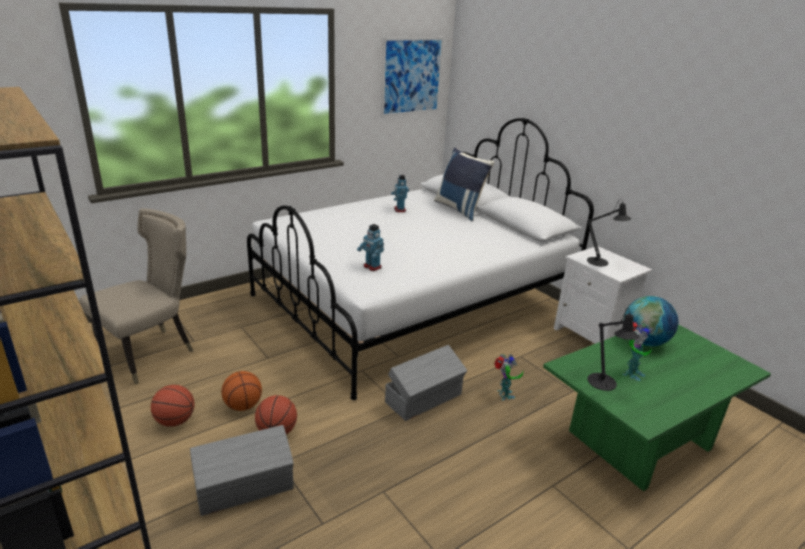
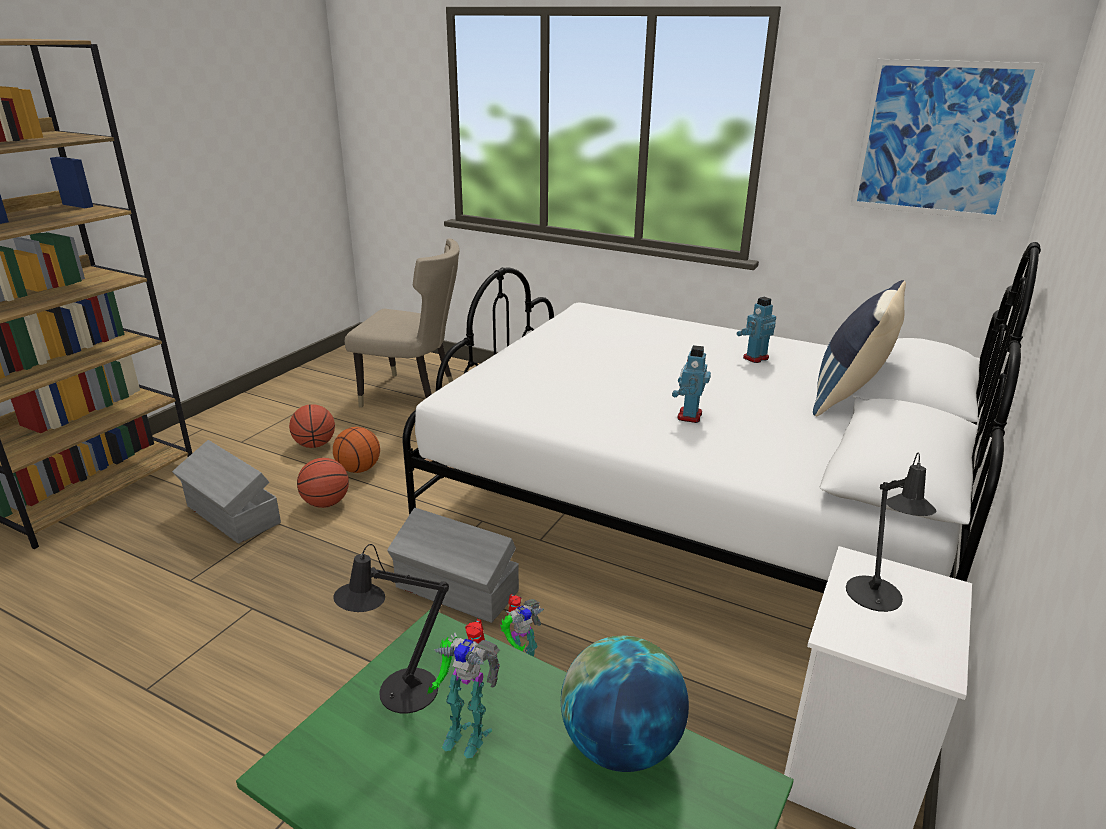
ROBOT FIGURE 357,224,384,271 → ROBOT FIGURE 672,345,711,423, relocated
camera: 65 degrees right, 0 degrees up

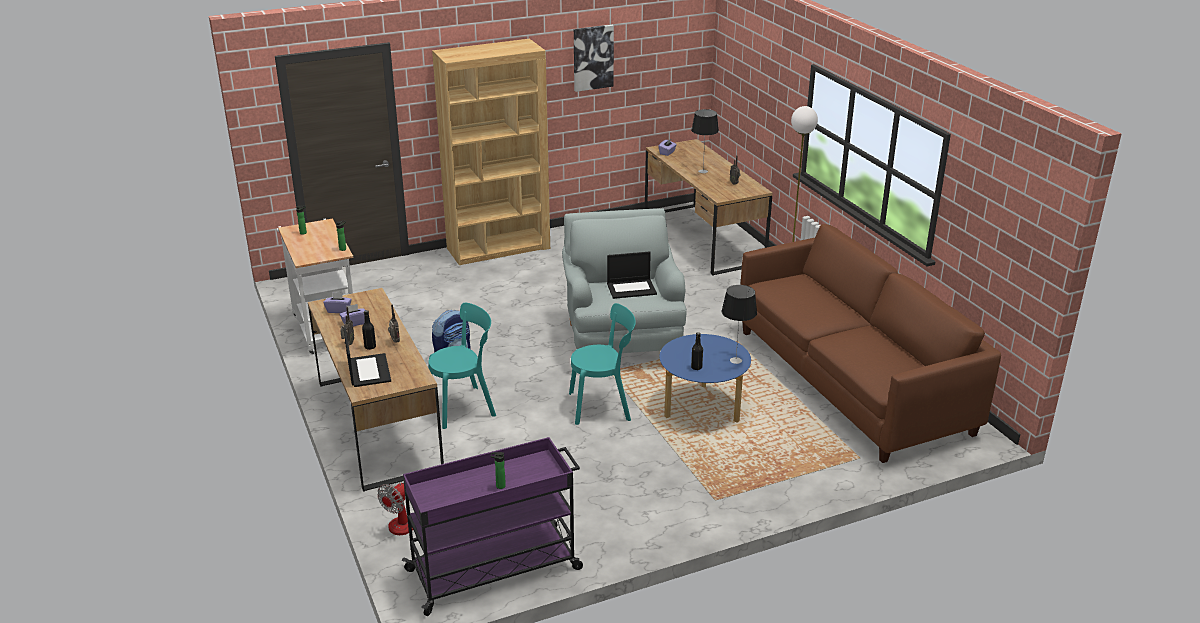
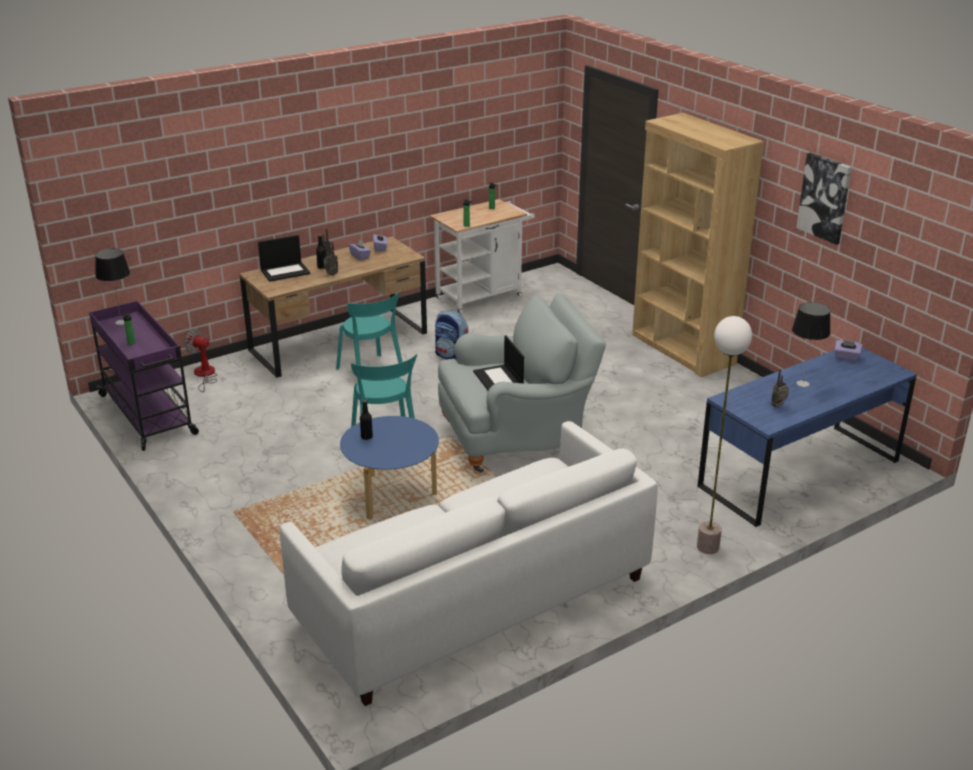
TABLE LAMP 722,285,757,364 → TABLE LAMP 95,248,130,325, relocated
BROWN DESK UNIT 645,139,773,276 → BLUISH DESK UNIT 697,347,917,527
BROWN SOFA 740,224,1001,463 → WHITISH SOFA 280,421,658,706
camera: 80 degrees right, 0 degrees up

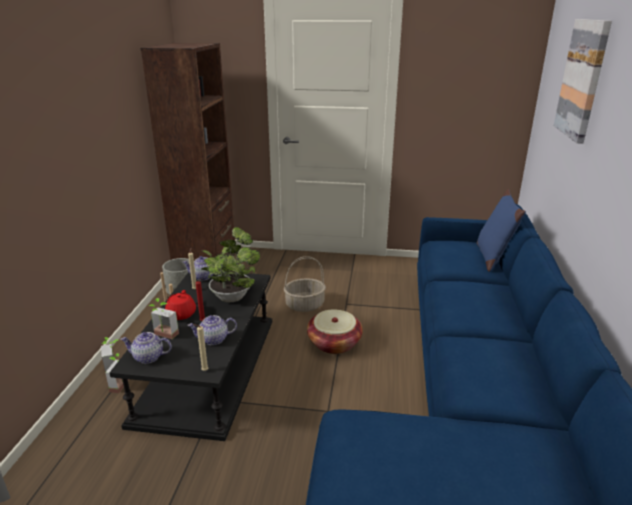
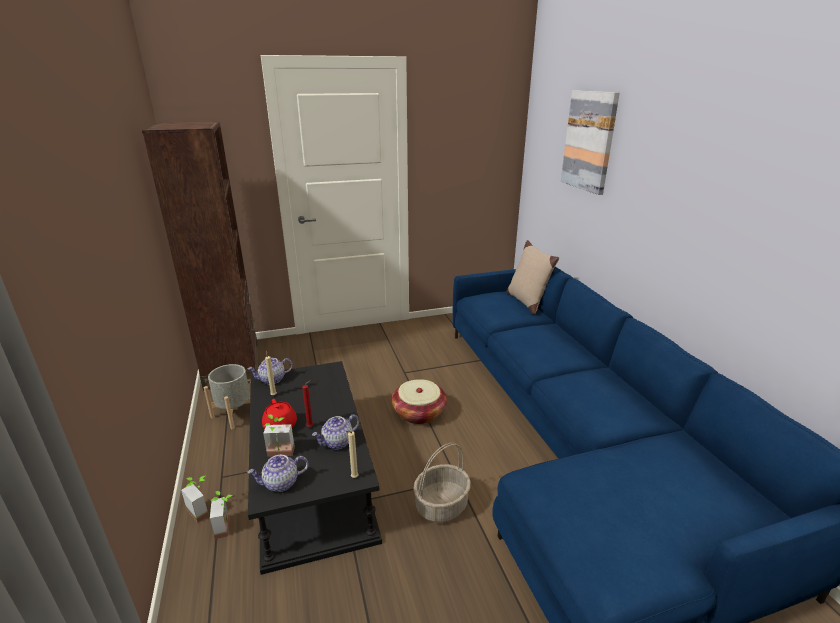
PLANT IN A POT 201,227,260,302 → -
BASKET 284,256,326,312 → BASKET 413,443,471,522, relocated
BLUISH THROW PILLOW 477,189,526,272 → BEIGE-COLOURED THROW PILLOW 507,240,559,315
camera: 25 degrees left, 0 degrees up

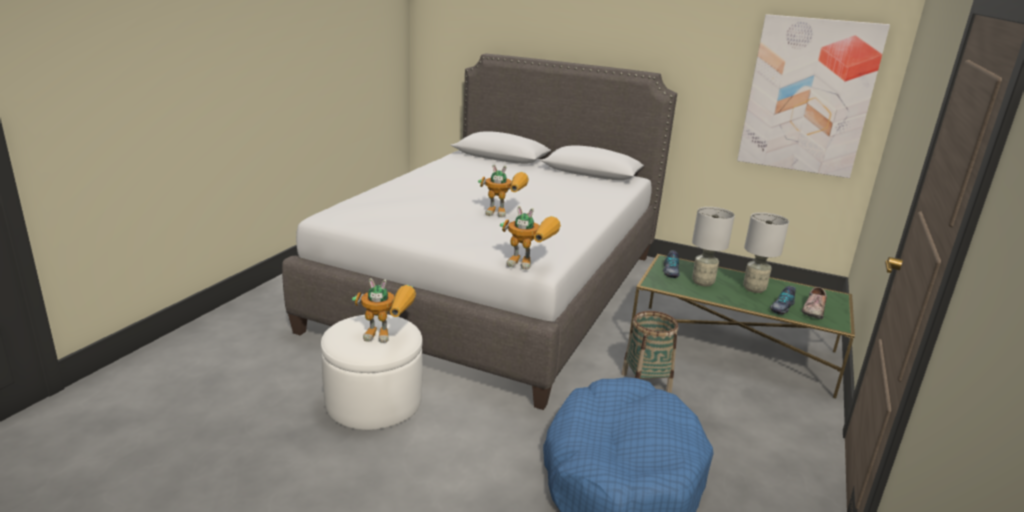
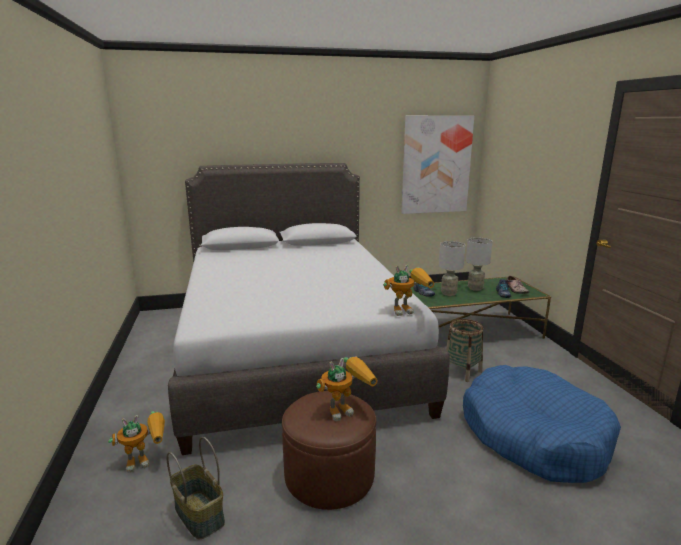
- → BASKET 167,437,225,539
ROBOT FIGURE 478,165,529,217 → ROBOT FIGURE 108,411,165,473, relocated
WHITISH POUFFE 321,314,423,430 → BROWN POUFFE 282,391,376,510
camera: 35 degrees left, 5 degrees down

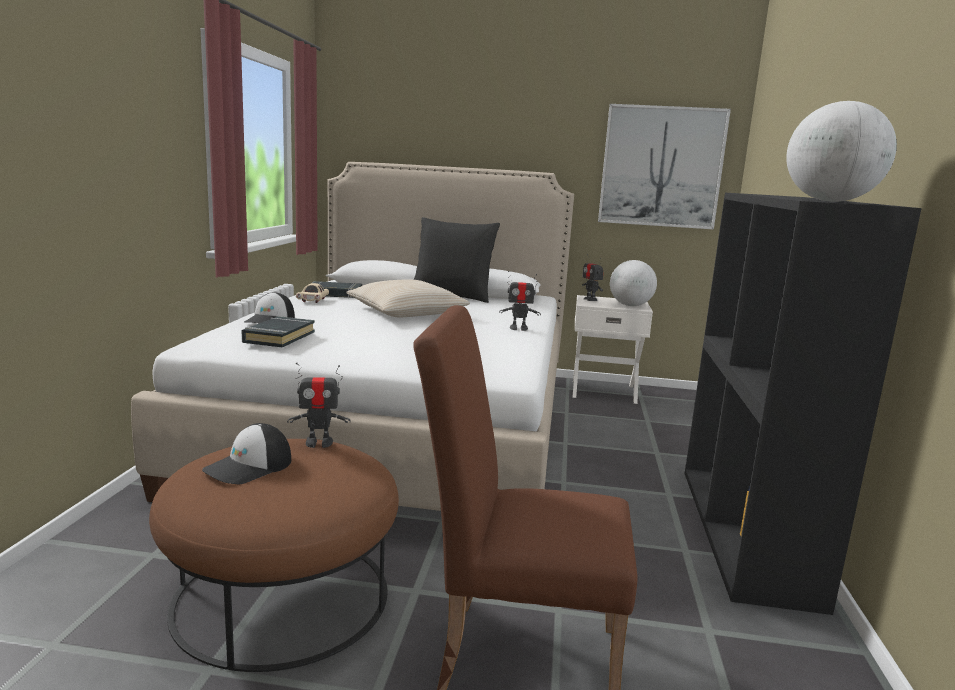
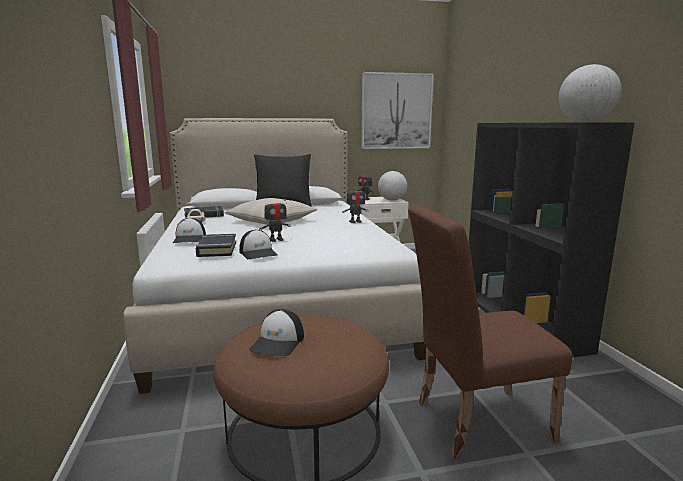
- → BASEBALL CAP 239,230,278,259
ROBOT FIGURE 287,362,351,448 → ROBOT FIGURE 259,196,291,242, relocated
camera: 20 degrees left, 0 degrees up

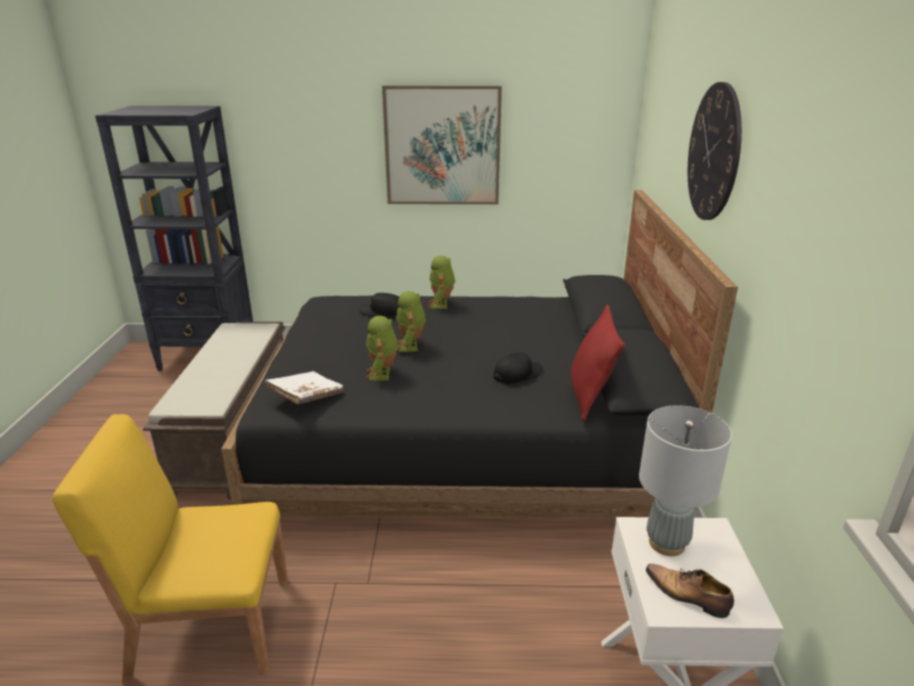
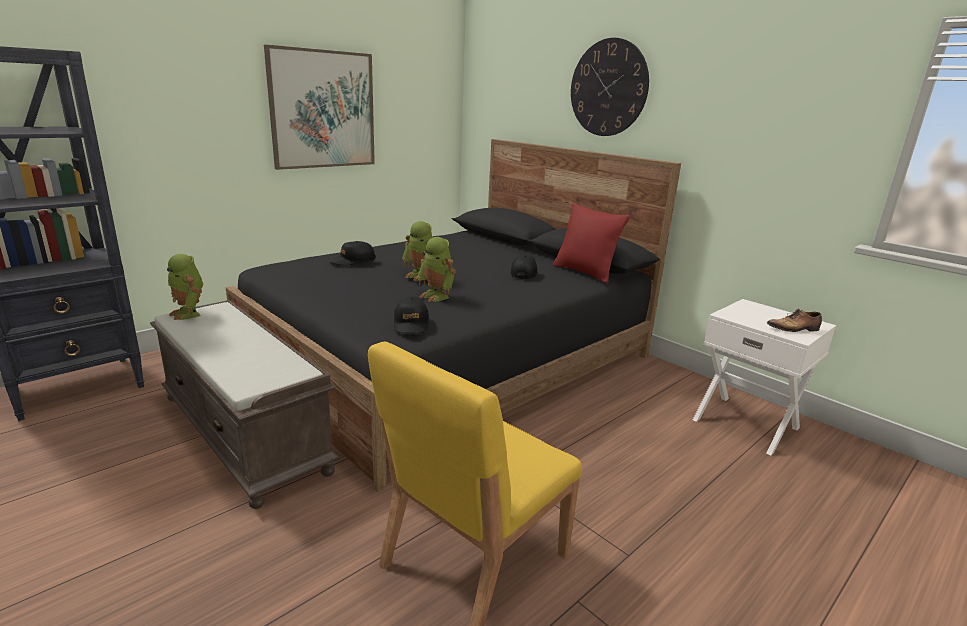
GREY TABLE LAMP 639,405,732,556 → -
ROBOT FIGURE 428,255,455,309 → ROBOT FIGURE 167,254,203,320, relocated
WHITISH BOUND BOOK 265,371,344,404 → BLACK-COLOURED BASEBALL CAP 394,297,429,333
camera: 45 degrees left, 5 degrees down

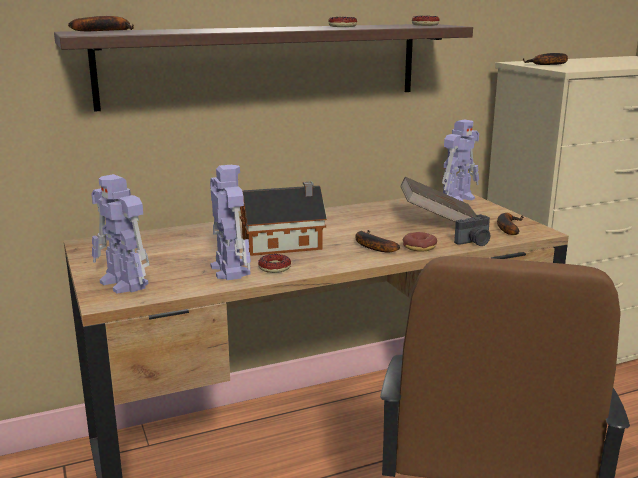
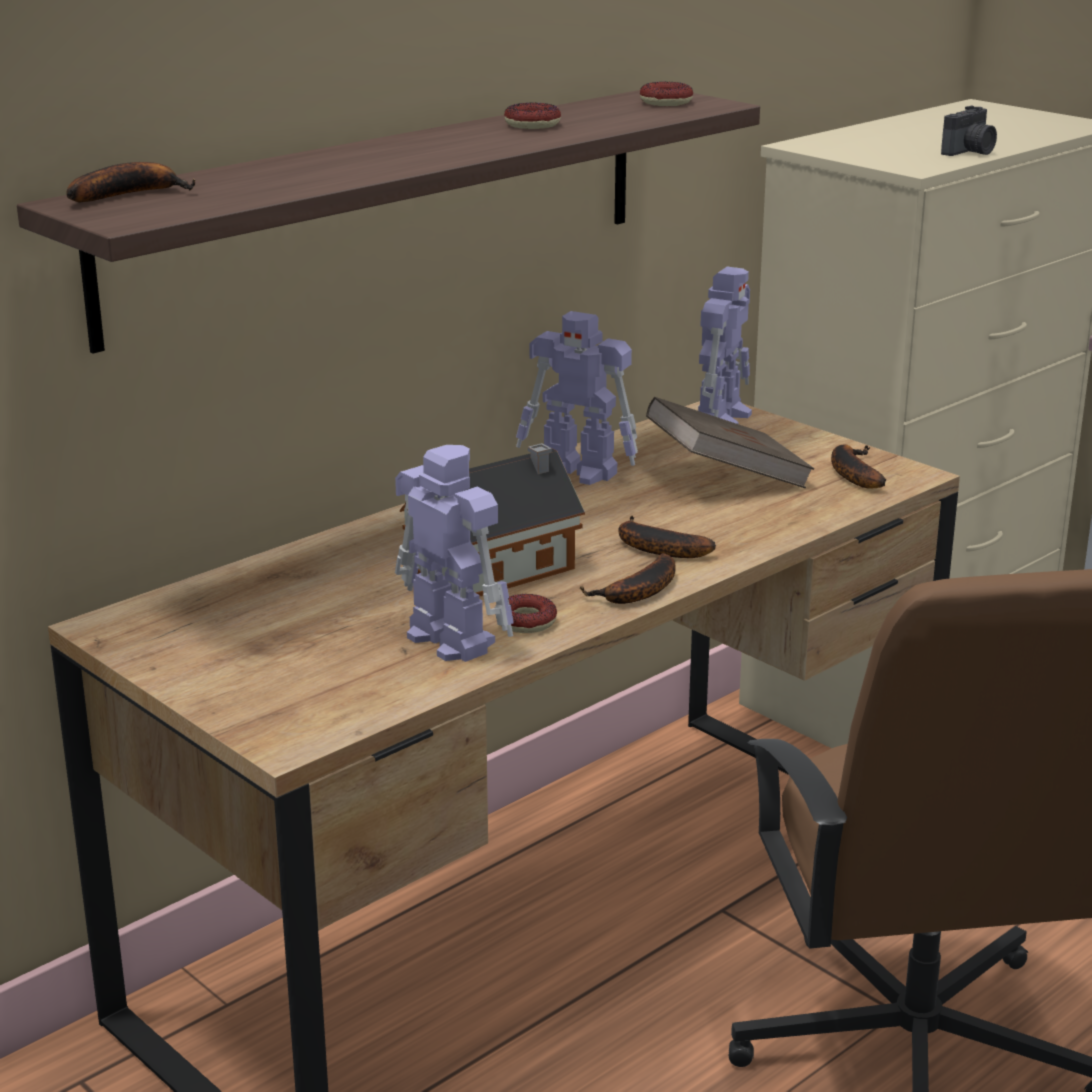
DONUT 403,232,437,252 → -
ROBOT FIGURE 91,174,150,293 → ROBOT FIGURE 516,311,638,485, relocated
PHOTO CAMERA 454,214,490,246 → PHOTO CAMERA 941,105,997,156, relocated
WHOLE BANANA 523,53,568,65 → WHOLE BANANA 580,553,676,604, relocated
camera: 20 degrees left, 5 degrees up

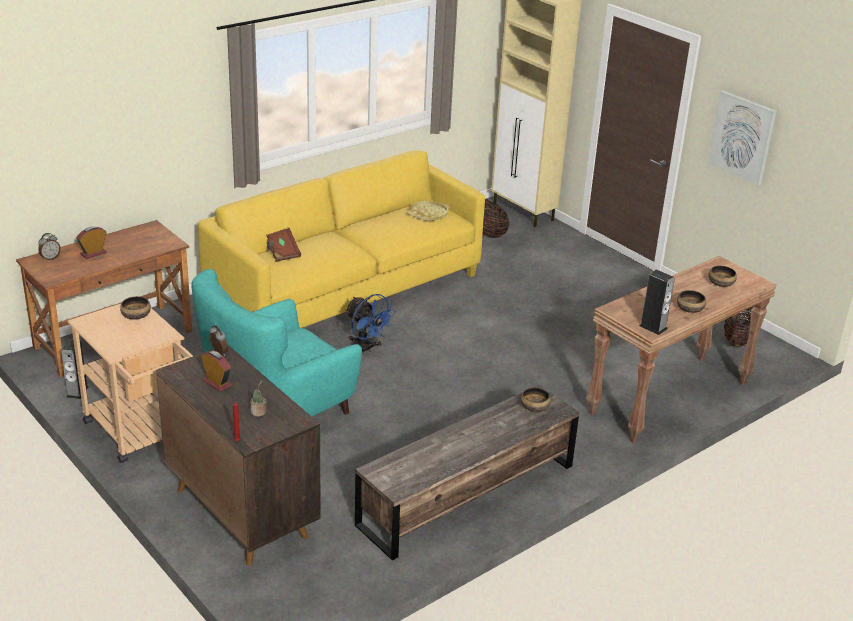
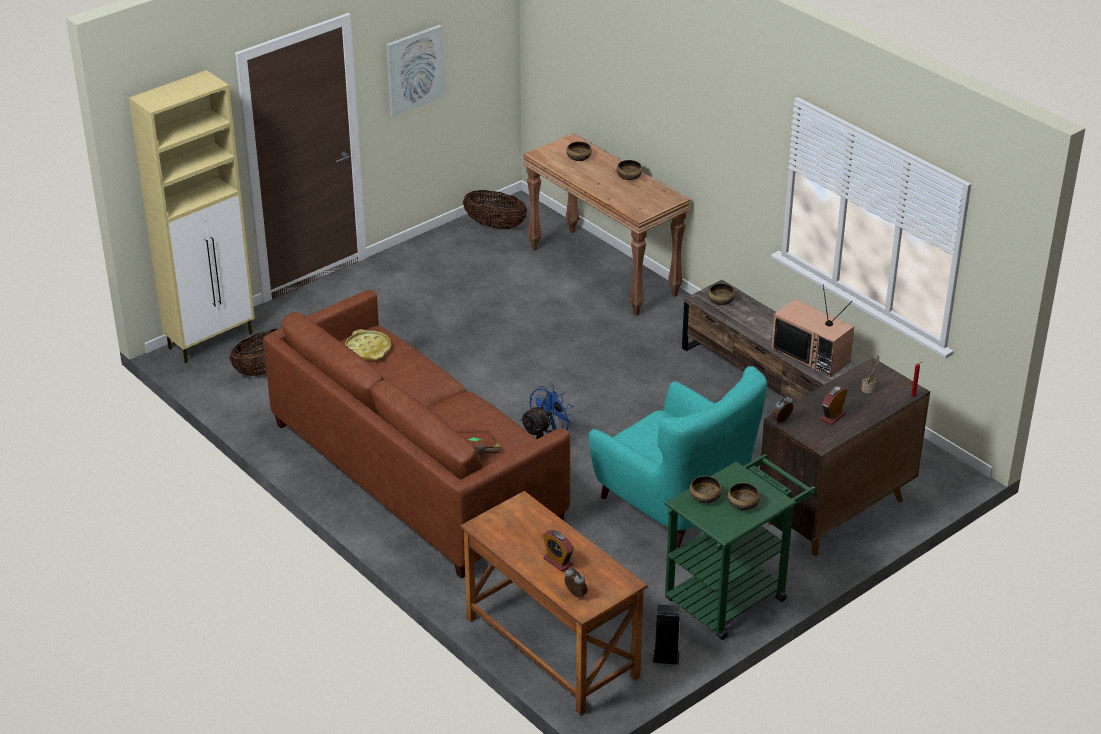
LOUDSPEAKER 639,270,675,335 → -
- → BOWL 728,483,760,510
- → TV SET 771,284,854,377
BEIGE-COLOURED TROLLEY 67,304,193,463 → GREEN TROLLEY 665,454,816,640
YELLOW SOFA 198,151,485,328 → BROWN SOFA 263,290,570,579
camera: 90 degrees left, 5 degrees up

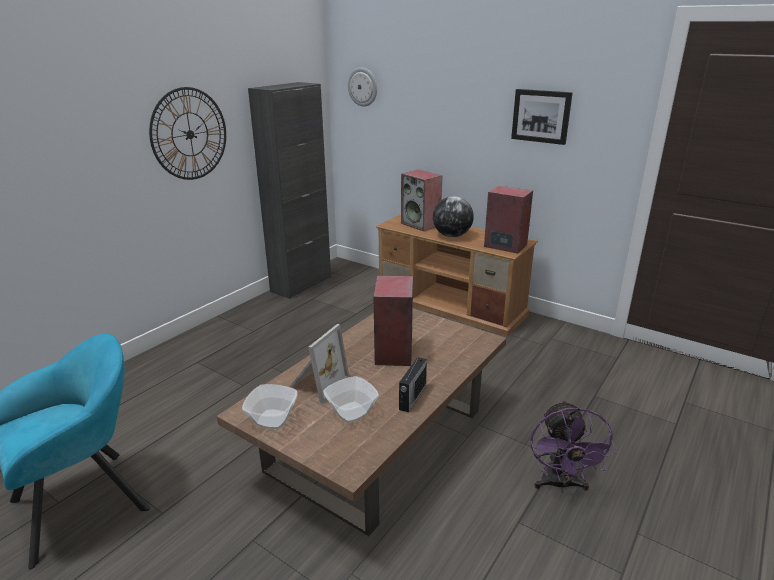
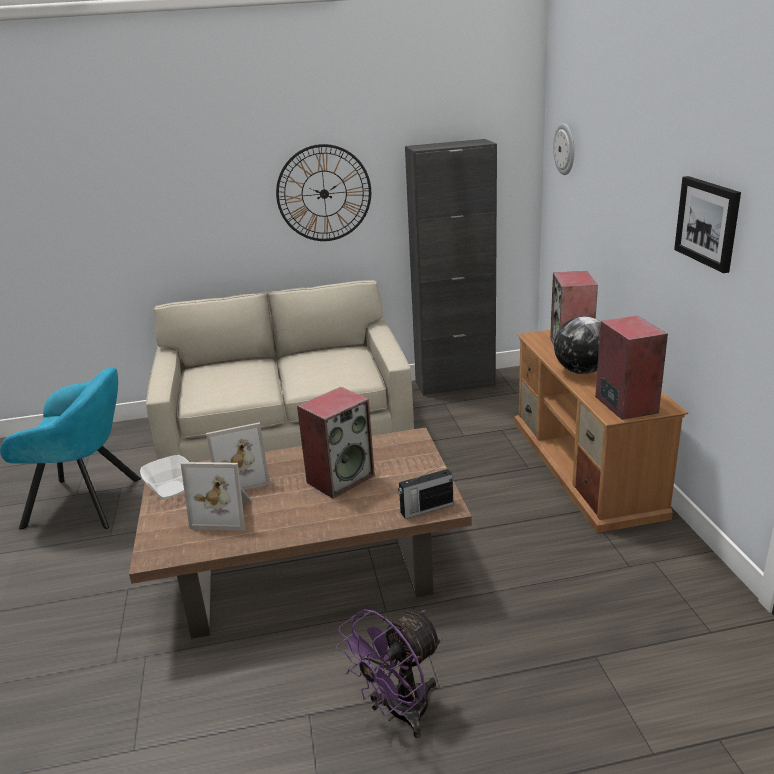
- → BEIGE-COLOURED SOFA 146,280,414,462
RADIO SET 399,353,427,413 → RADIO SET 398,467,453,519, relocated
BOWL 323,376,379,423 → PICTURE FRAME 181,462,252,531
camera: 45 degrees right, 0 degrees up

